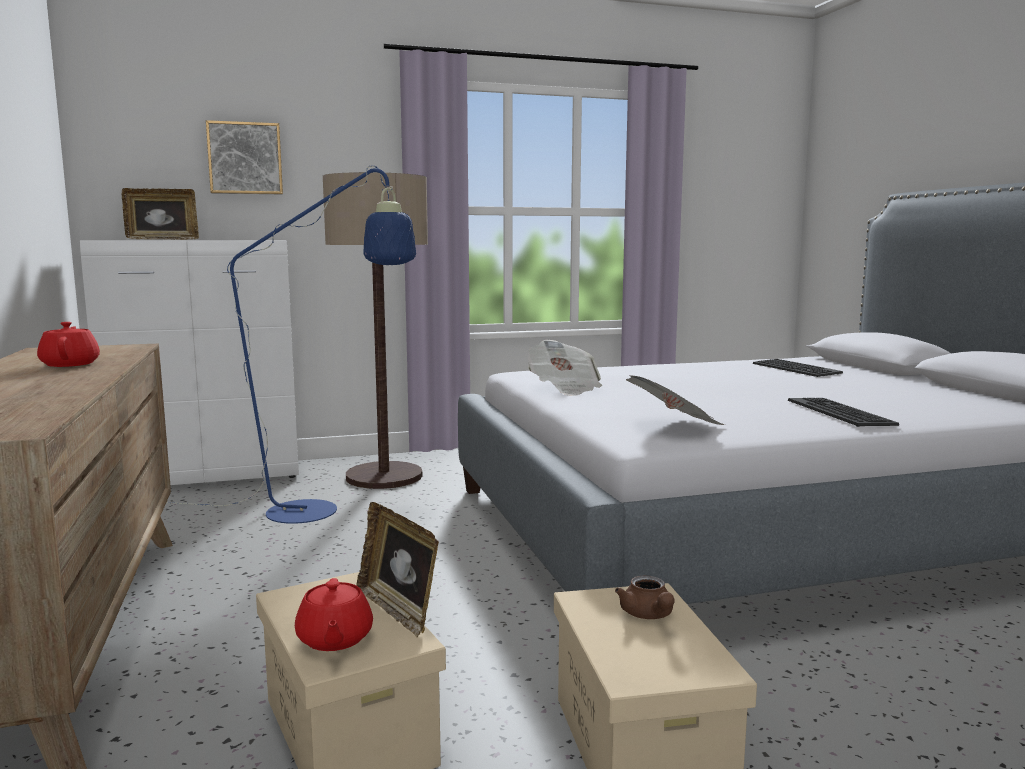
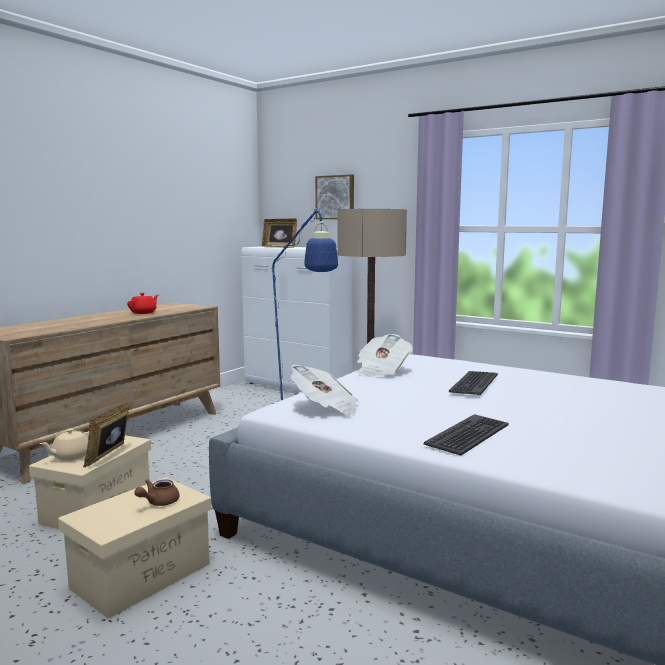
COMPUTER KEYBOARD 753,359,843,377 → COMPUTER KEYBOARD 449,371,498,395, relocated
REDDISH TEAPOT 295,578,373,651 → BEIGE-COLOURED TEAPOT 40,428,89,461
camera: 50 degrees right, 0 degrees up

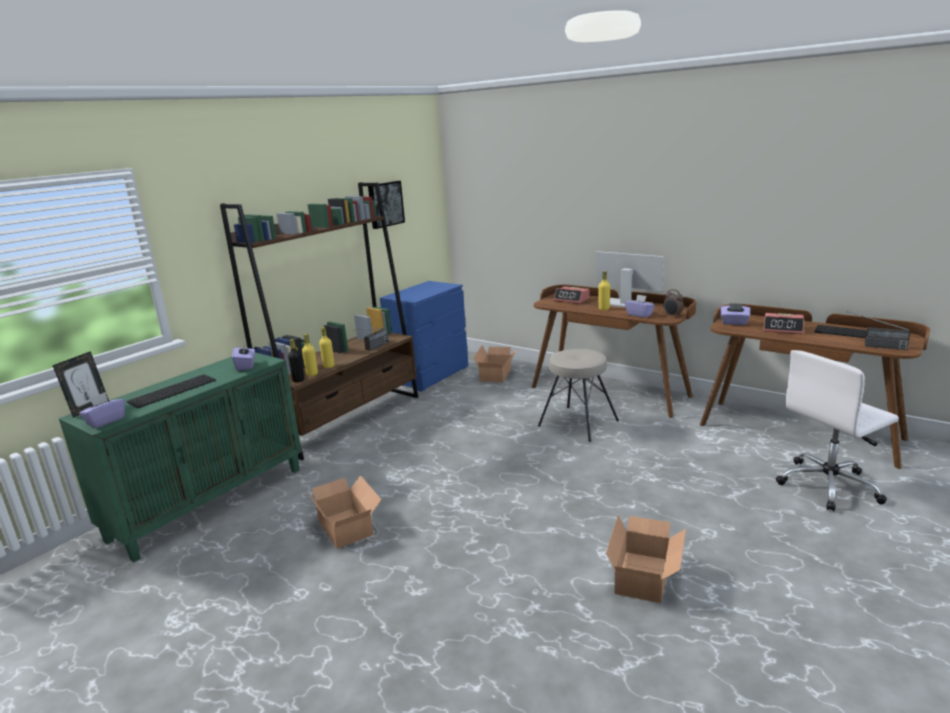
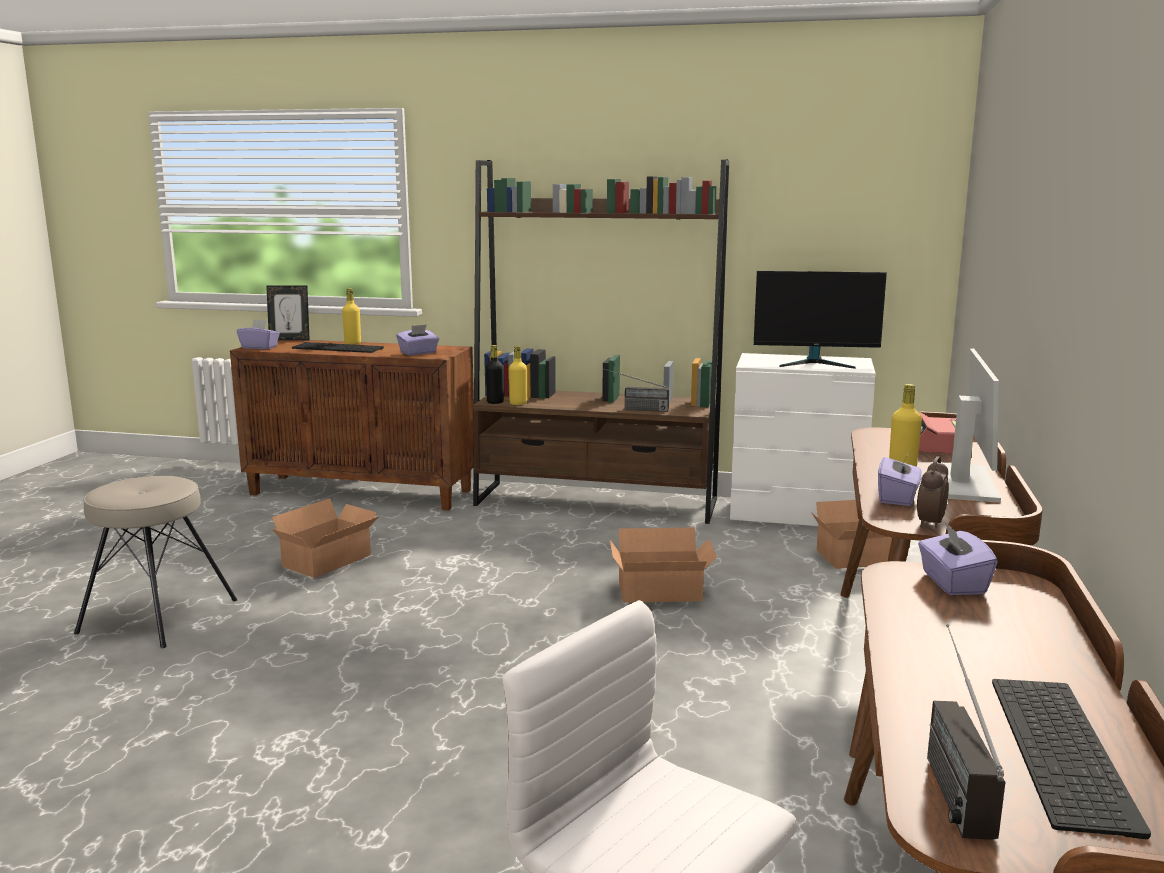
WALL PICTURE 368,181,405,229 → -
BEDSIDE CLOCK 763,313,804,334 → -
- → COMPUTER SCREEN 754,271,887,369
YELLOW BOTTLE 319,327,334,368 → YELLOW BOTTLE 342,288,361,345, relocated
BEIGE-COLOURED STOOL SEAT 538,349,619,442 → BEIGE-COLOURED STOOL SEAT 74,476,237,648, relocated
PACKING BOX 606,515,686,603 → PACKING BOX 610,528,717,603, relocated
GREEN CUPBOARD 59,352,302,562 → BROWN CUPBOARD 230,340,474,511
BLUISH CHEST OF DRAWERS 380,281,468,392 → WHITISH CHEST OF DRAWERS 730,353,876,526
camera: 65 degrees right, 5 degrees down

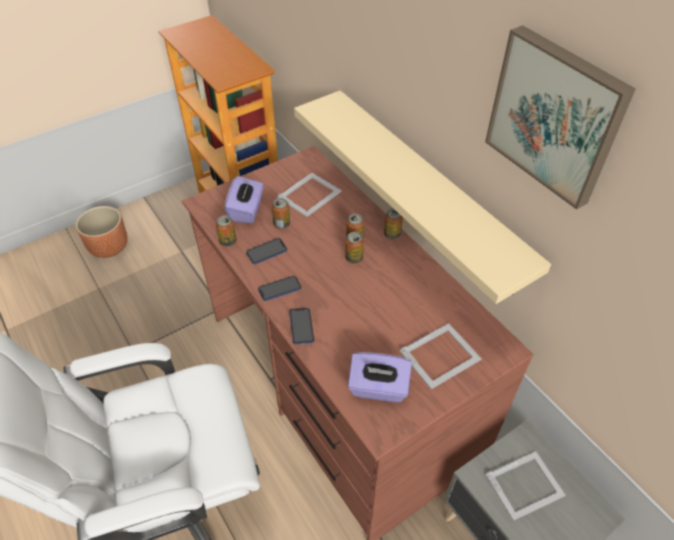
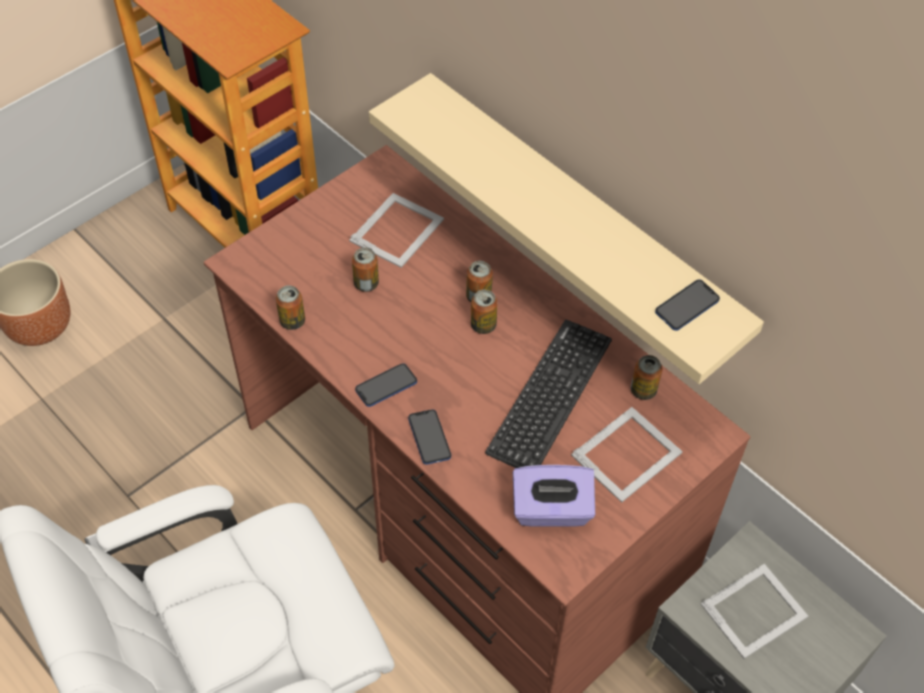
PURPLE-COLOURED TISSUE HOLDER 225,176,264,224 → -
WALL PICTURE 485,25,636,210 → -
- → COMPUTER KEYBOARD 485,320,612,468
TELEPHONE 246,238,287,264 → TELEPHONE 655,280,720,331, relocated
METAL CAN 384,208,403,239 → METAL CAN 631,355,662,400, relocated
camera: 10 degrees left, 5 degrees up

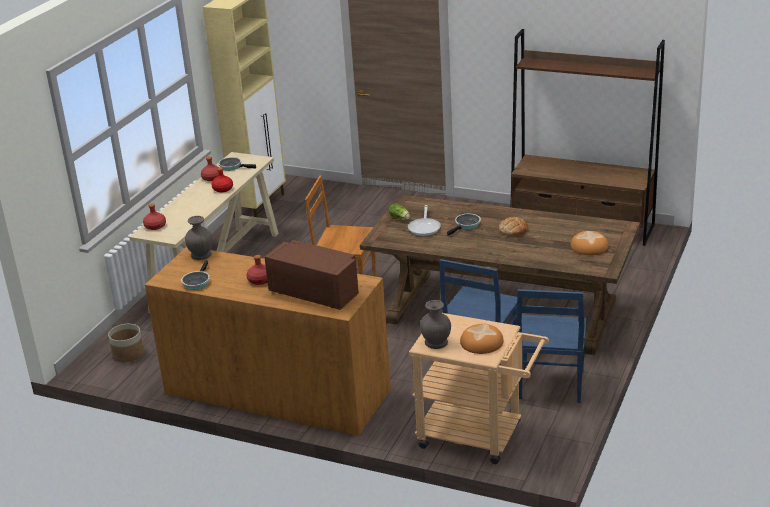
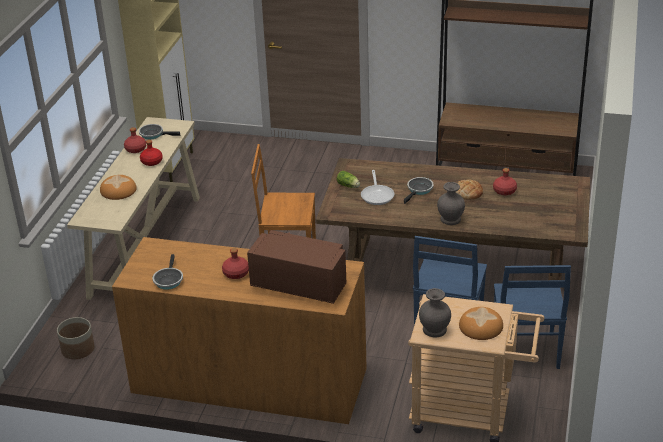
REDDISH BOTTLE 143,204,166,230 → REDDISH BOTTLE 493,168,517,195, relocated
GREY DECORATIVE VASE 185,216,213,260 → GREY DECORATIVE VASE 437,182,465,225, relocated
BAKERY BREAD 571,231,609,255 → BAKERY BREAD 100,175,137,200, relocated
camera: 10 degrees left, 5 degrees up

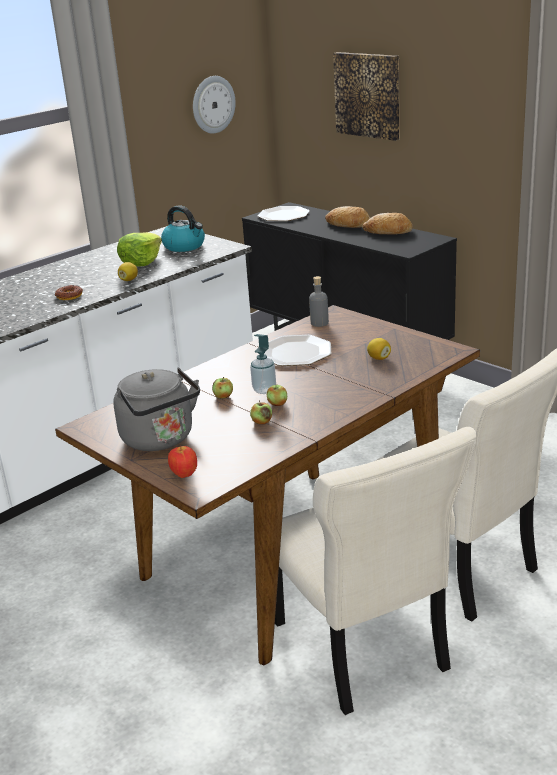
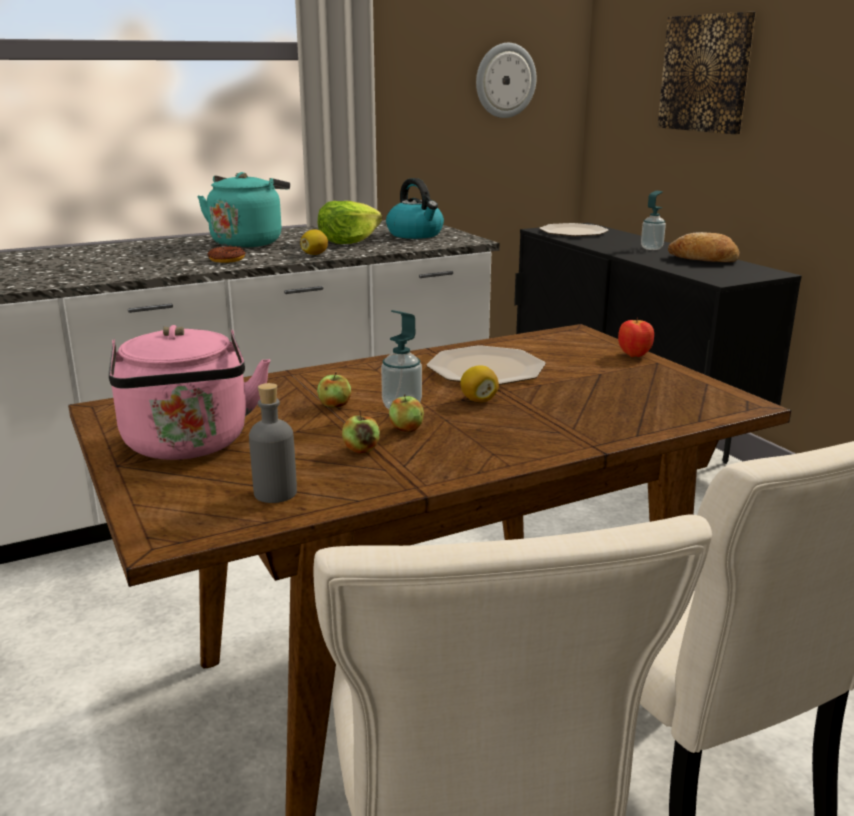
- → TURQUOISE KETTLE 197,172,290,248
WHOLE APPLE 168,445,197,478 → WHOLE APPLE 618,317,654,357, relocated
GREY BOTTLE 309,276,329,327 → GREY BOTTLE 249,383,297,503, relocated
LEMON 367,338,391,360 → LEMON 460,365,499,402, relocated
BAKERY BREAD 325,206,370,228 → SOAP DISPENSER 641,191,666,250
GREY KETTLE 113,367,200,451 → PINKISH KETTLE 109,325,271,460
camera: 15 degrees right, 5 degrees down

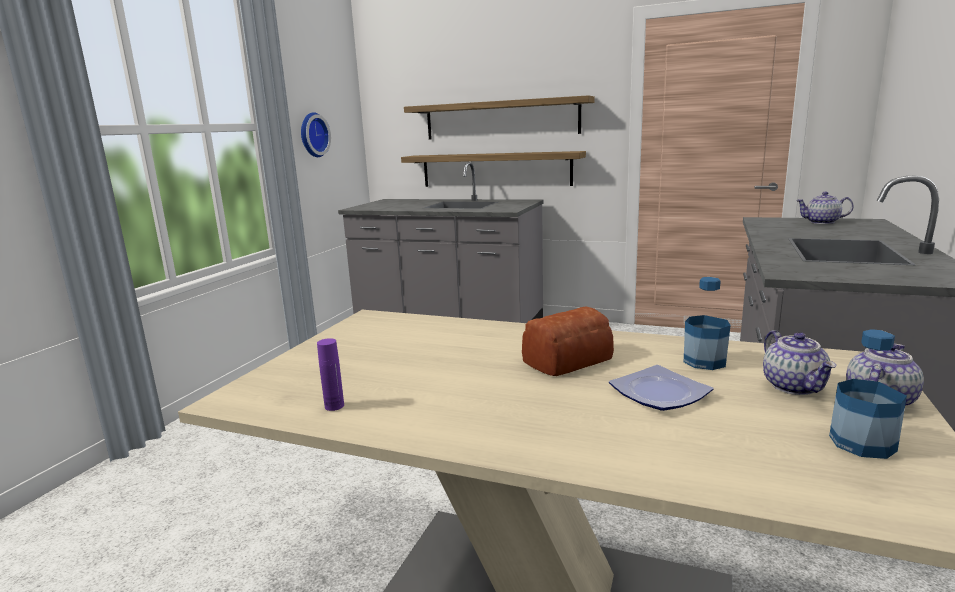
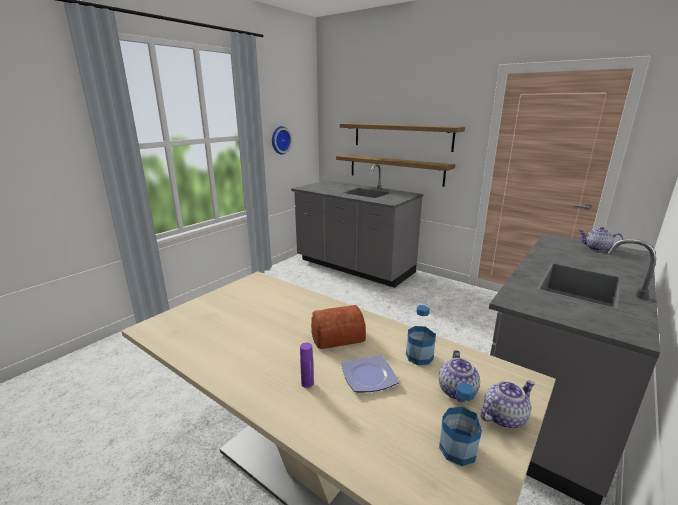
PURPLE-COLOURED BOTTLE 317,338,344,411 → PURPLE-COLOURED BOTTLE 300,343,314,388, relocated
camera: 15 degrees right, 5 degrees up

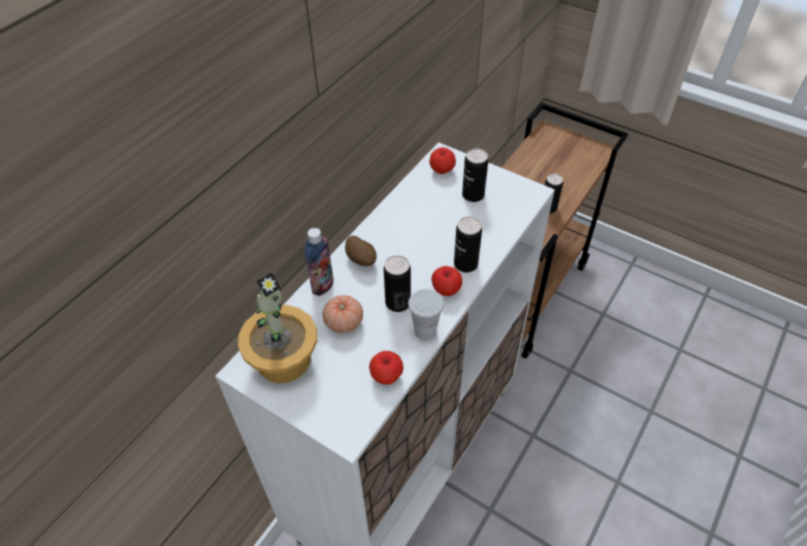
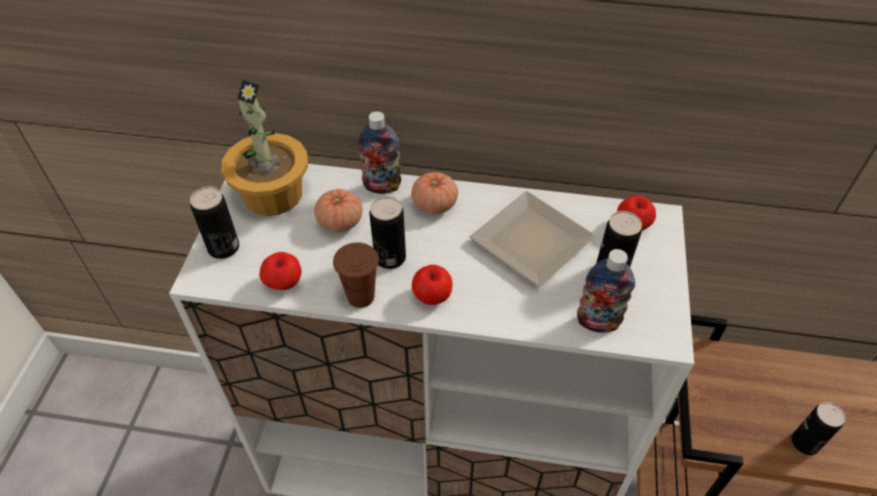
- → PLATE 469,191,596,287
- → BOTTLE 577,249,635,333
METAL CAN 454,217,482,272 → METAL CAN 190,186,239,259, relocated
POTATO 345,236,377,266 → FRESH TOMATO 411,172,458,214
WHITISH CUP 408,289,444,340 → BROWN CUP 333,242,379,308
camera: 65 degrees right, 0 degrees up

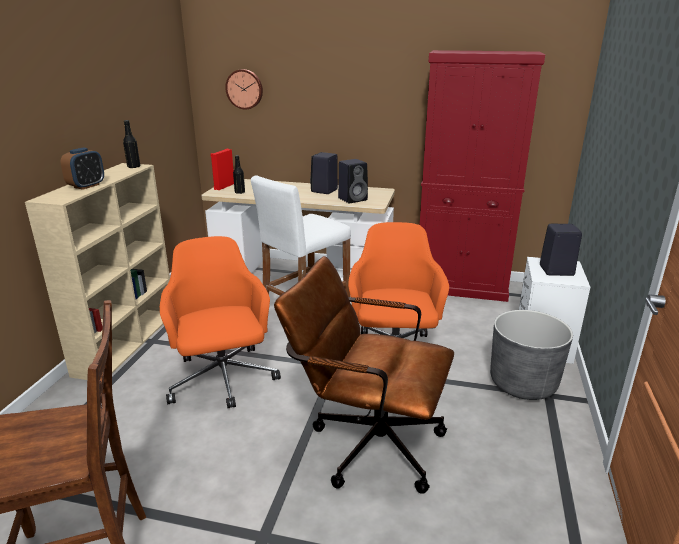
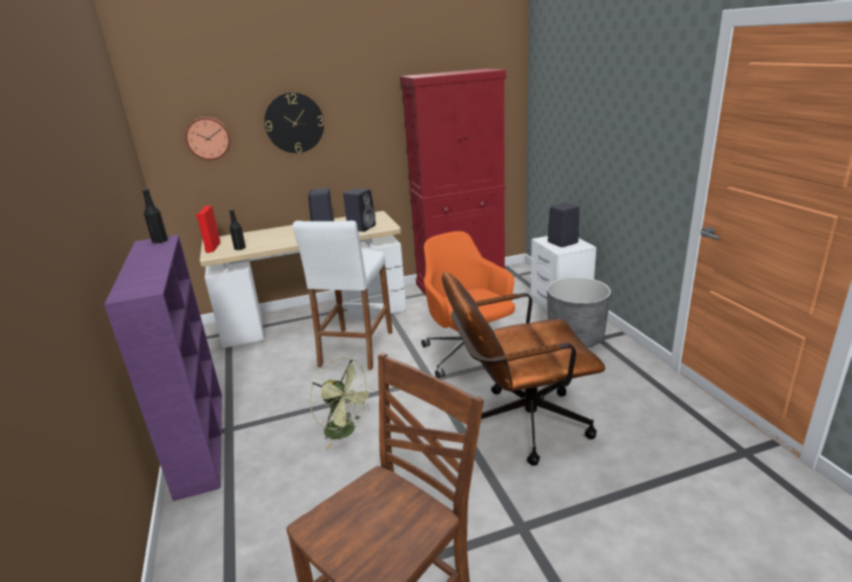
BEDSIDE CLOCK 60,148,104,190 → -
- → CLOCK ON THE WALL 264,92,324,153
ORANGE DESK CHAIR 160,236,281,408 → GREEN FAN 310,358,374,449
BEIGE-COLOURED BOOKCASE 25,163,170,380 → PURPLE-COLOURED BOOKCASE 104,235,222,501
camera: 30 degrees left, 0 degrees up

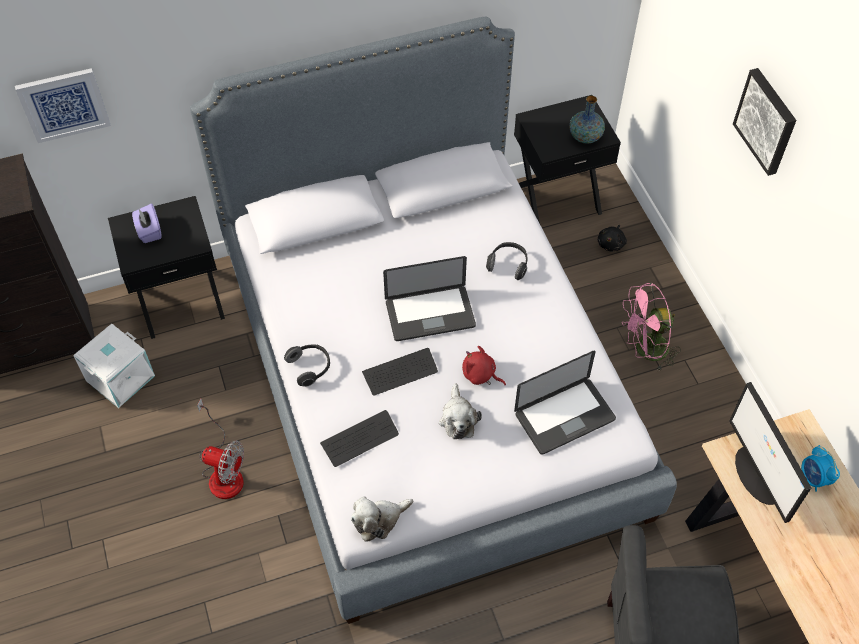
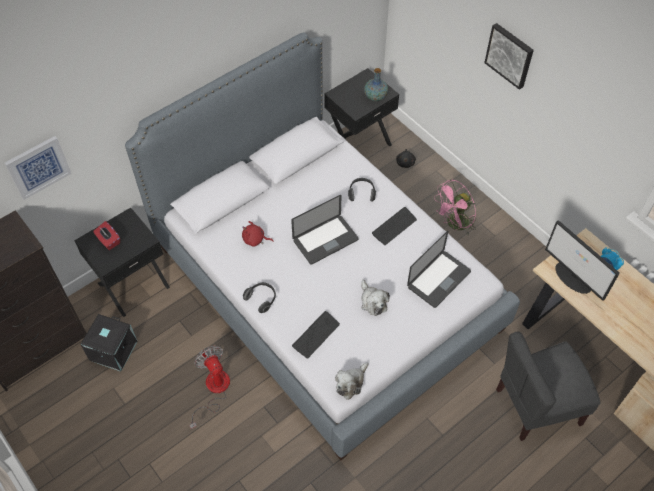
COMPUTER KEYBOARD 362,348,438,396 → COMPUTER KEYBOARD 372,207,417,245, relocated
REDDISH CUDDLY TOY 462,346,506,385 → REDDISH CUDDLY TOY 242,221,274,246, relocated
WHITISH STORAGE BIN 73,323,155,408 → BLACK-COLOURED STORAGE BIN 80,314,138,372
PURPLE-COLOURED TISSUE HOLDER 132,204,161,243 → REDDISH TISSUE HOLDER 93,221,120,250
FAN 197,399,244,499 → FAN 189,346,230,429, 120 degrees counterclockwise
camera: 20 degrees left, 0 degrees up

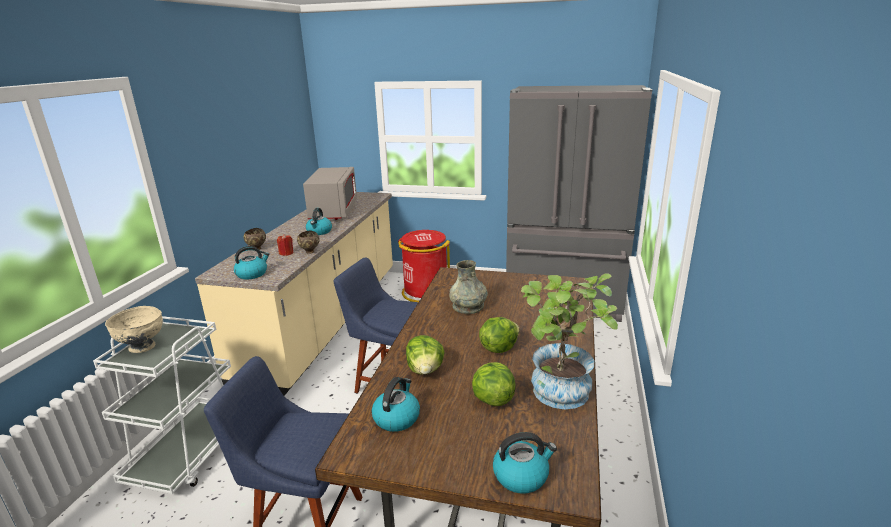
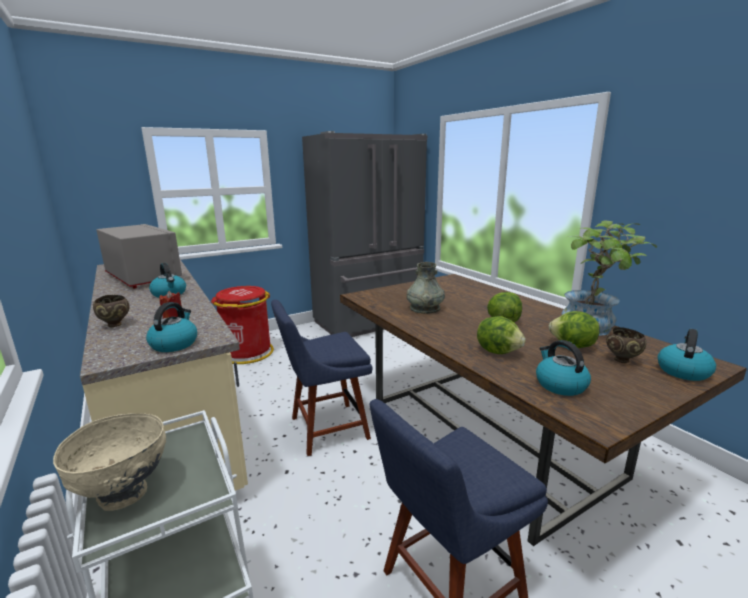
BROWN BOWL 297,231,320,254 → BROWN BOWL 606,327,646,363, relocated
camera: 45 degrees left, 5 degrees down

